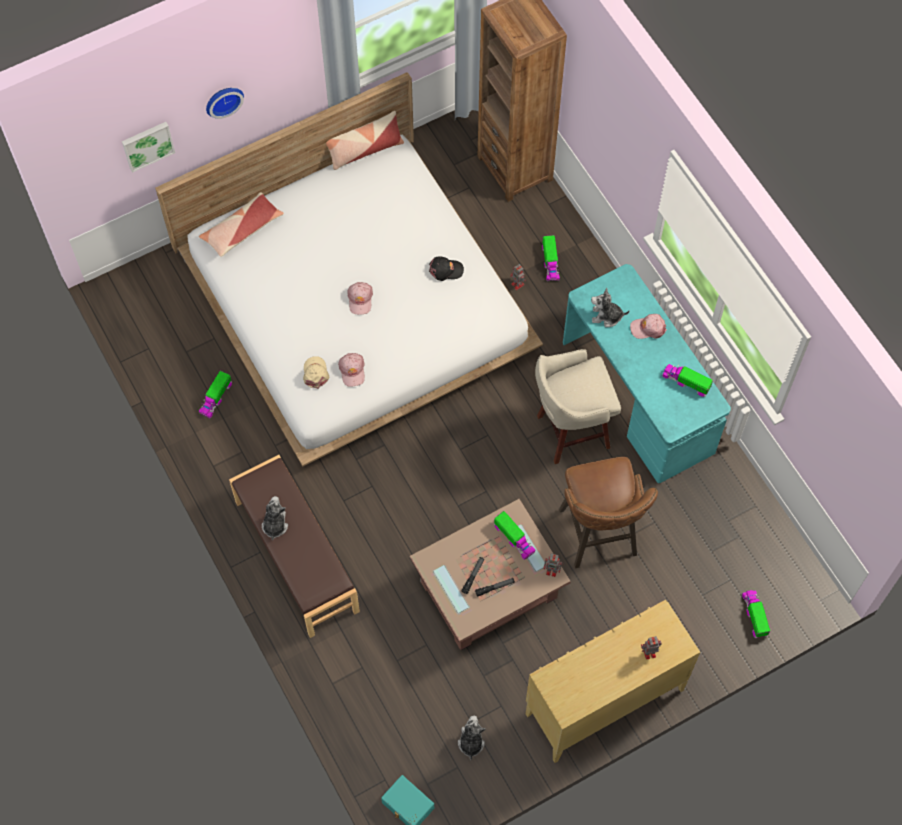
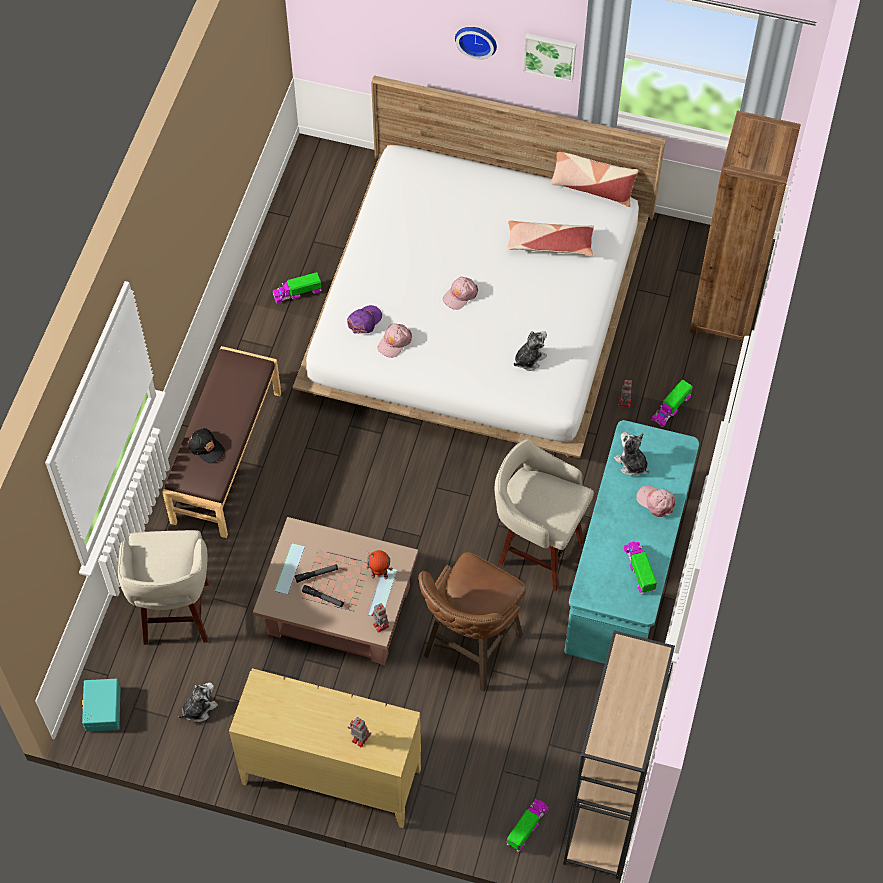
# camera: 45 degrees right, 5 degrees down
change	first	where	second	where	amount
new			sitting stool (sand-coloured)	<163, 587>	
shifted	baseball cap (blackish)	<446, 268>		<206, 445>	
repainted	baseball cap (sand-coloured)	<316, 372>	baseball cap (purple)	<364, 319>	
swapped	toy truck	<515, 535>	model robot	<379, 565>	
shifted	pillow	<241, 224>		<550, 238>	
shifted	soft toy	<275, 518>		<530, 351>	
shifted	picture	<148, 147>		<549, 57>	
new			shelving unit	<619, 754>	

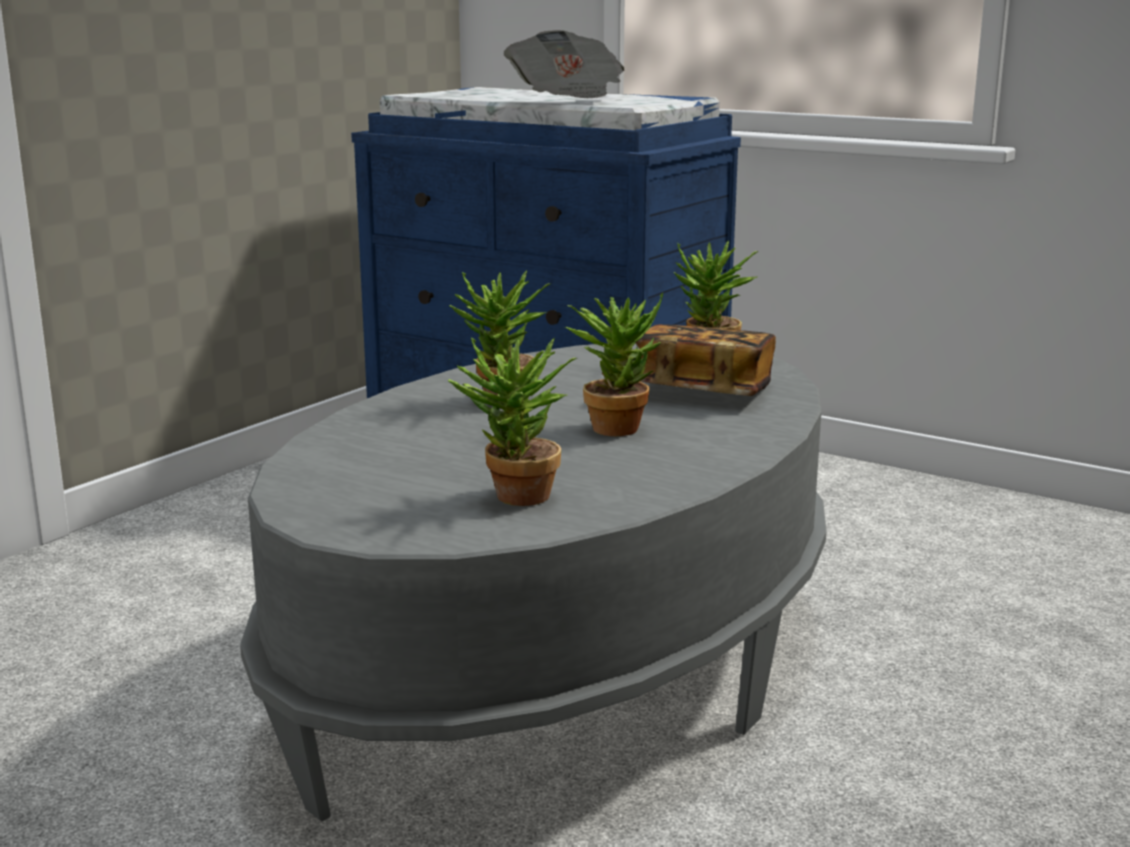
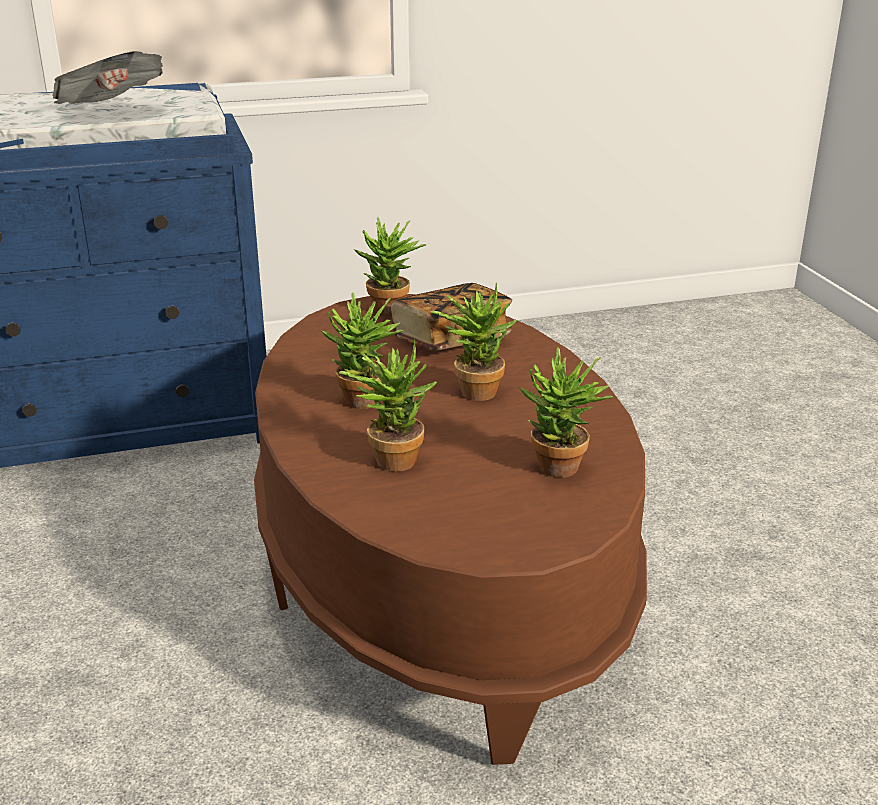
# camera: 50 degrees left, 10 degrees up
change	first	where	second	where	amount
repainted	coffee table (greyish)	<533, 582>	coffee table (brownish)	<450, 529>	
new			potted plant	<388, 405>	

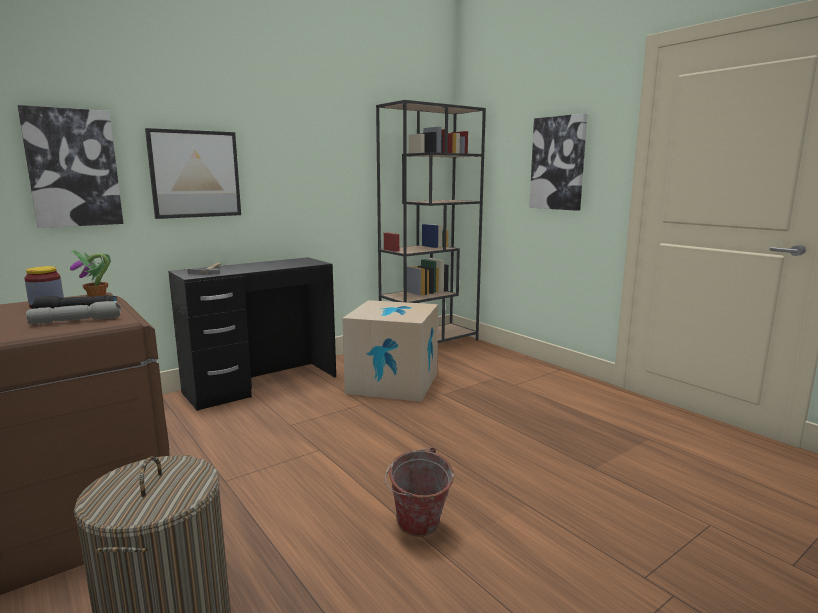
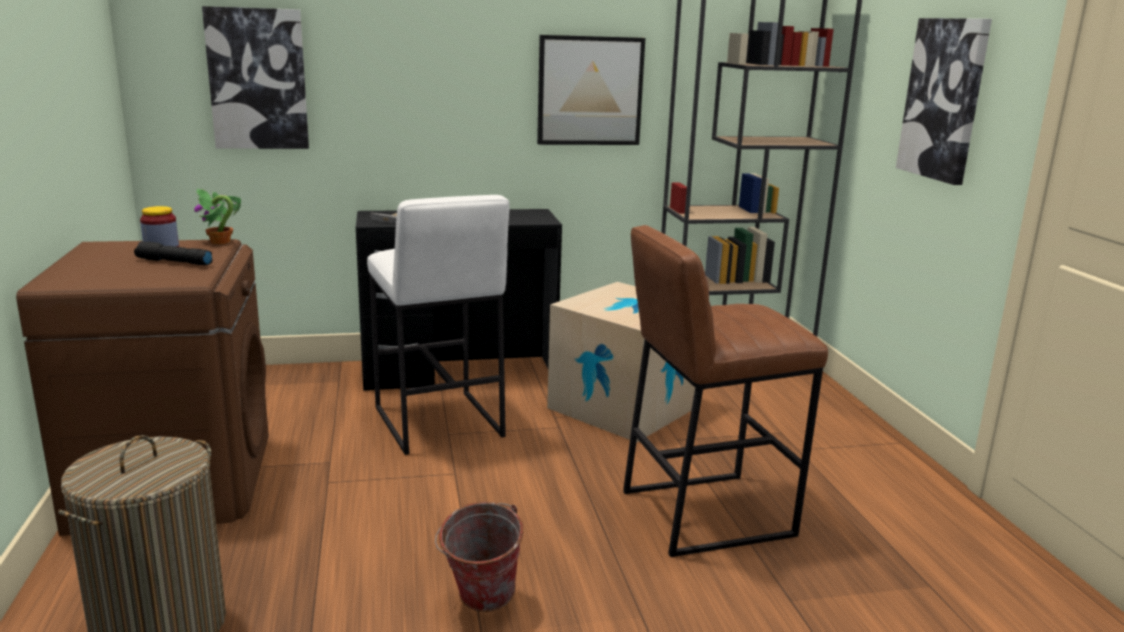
# camera: 25 degrees right, 5 degrees up
change	first	where	second	where	amount
new			sitting stool (white)	<438, 325>	
shifted	picture	<193, 173>		<591, 90>	
new			sitting stool (brownish)	<725, 391>	
gone	flashlight (greyish)	<73, 312>			

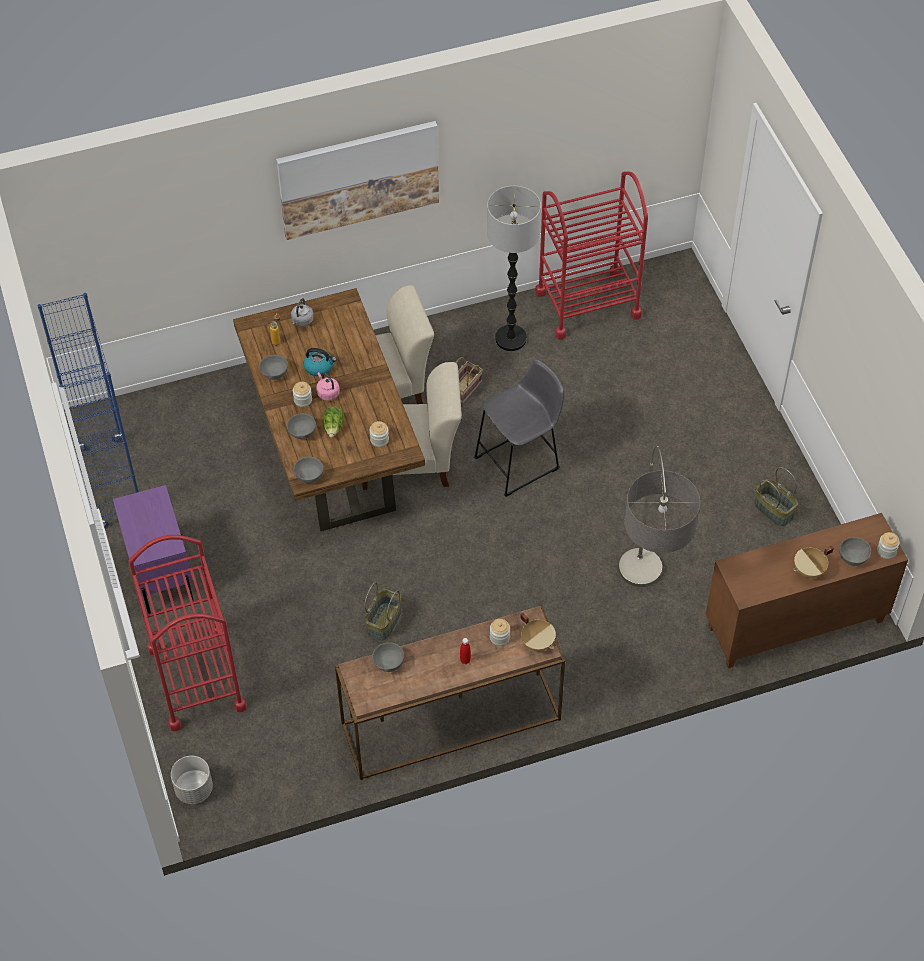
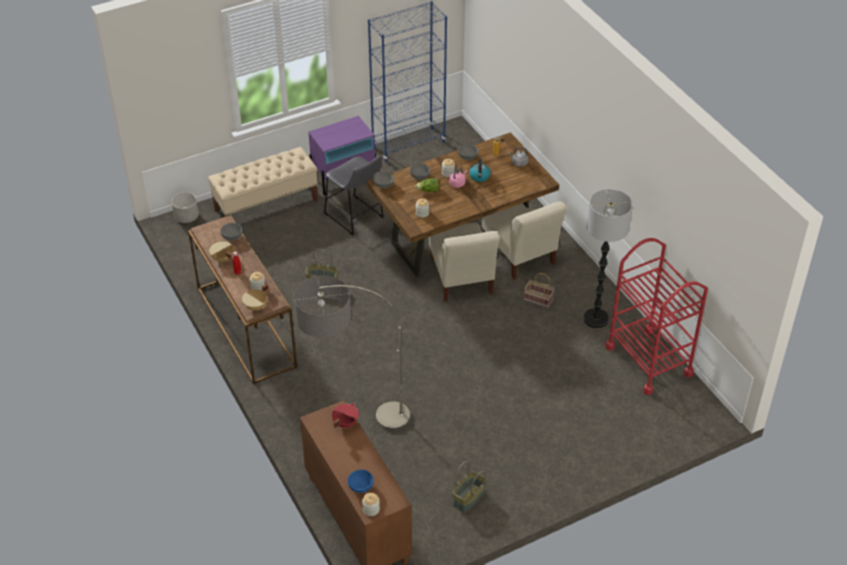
# camera: 80 degrees right, 10 degrees down
change	first	where	second	where	amount
swapped	cart (reddish)	<188, 633>	indoor bench (sand-coloured)	<263, 182>	
shifted	cooking pot (sand-coloured)	<813, 562>		<221, 251>	
shifted	sitting stool (greyish)	<519, 428>		<354, 195>	
new			cooking pot (reddish)	<345, 415>	
repainted	serving bowl (greyish)	<855, 551>	serving bowl (bluish)	<361, 481>	
gone	picture	<357, 180>			

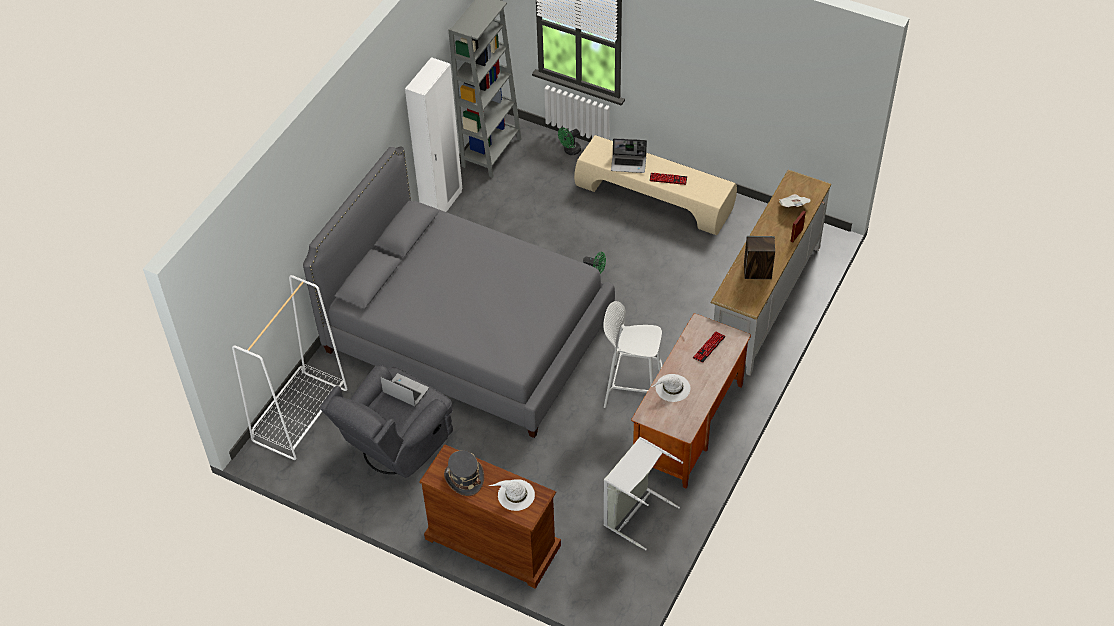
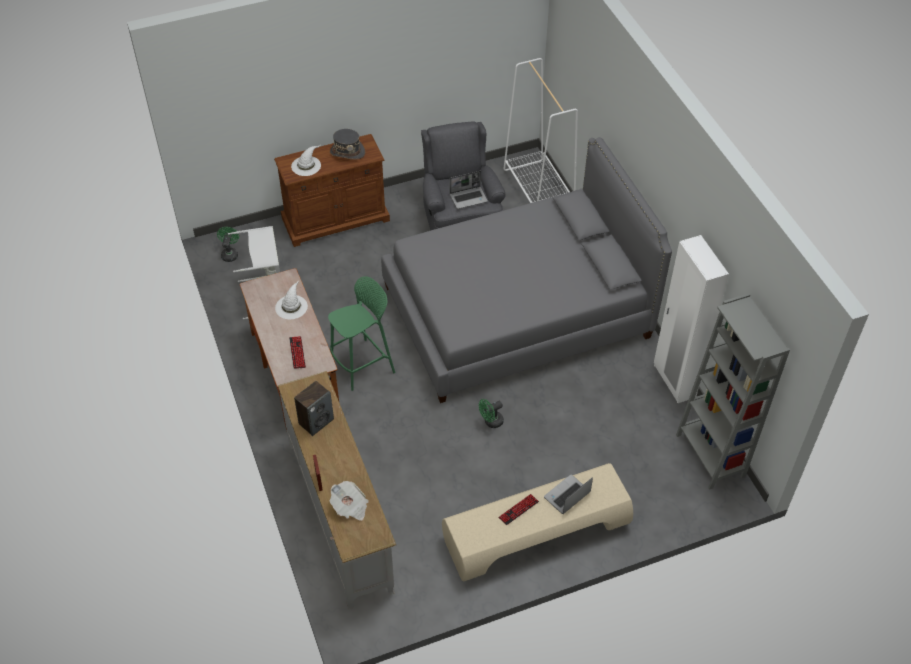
# camera: 130 degrees right, 0 degrees up
change	first	where	second	where	amount
shifted	cooling fan (green)	<569, 141>		<228, 244>	
repainted	sitting stool (white)	<632, 354>	sitting stool (green)	<361, 333>	

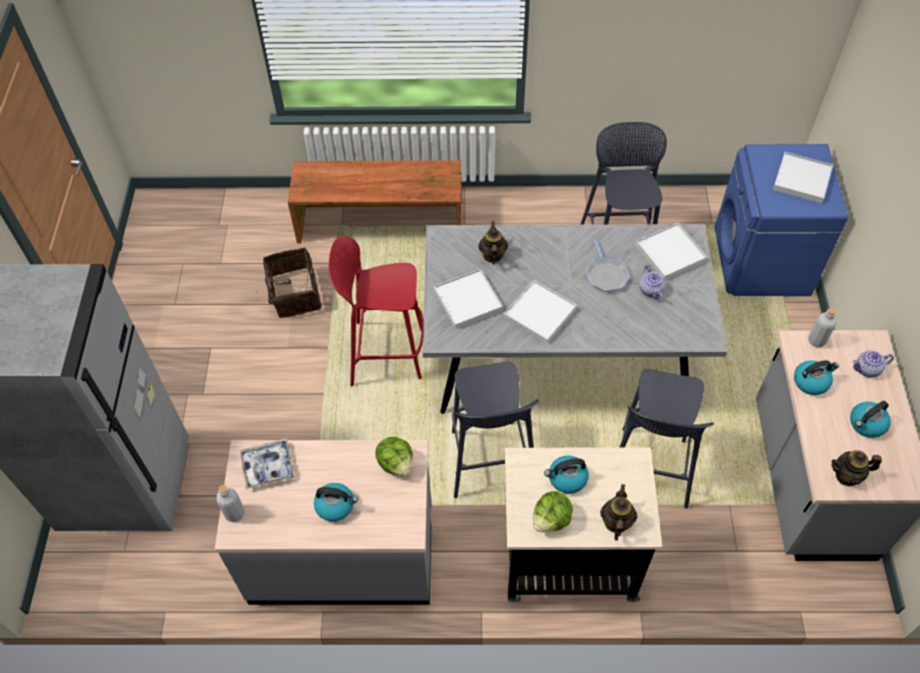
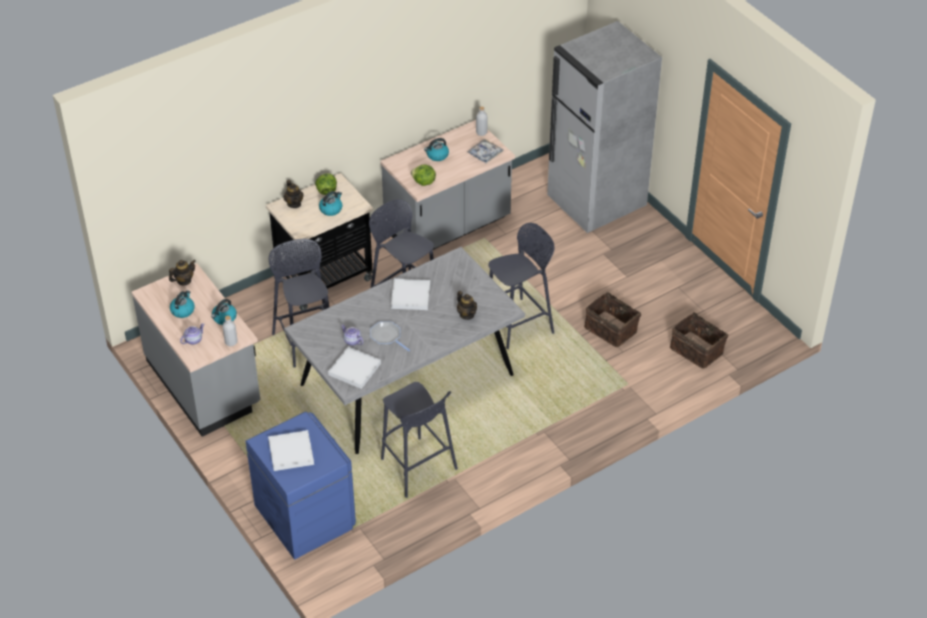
# camera: 145 degrees right, 10 degrees down
change	first	where	second	where	amount
repainted	sitting stool (reddish)	<375, 311>	sitting stool (greyish)	<521, 286>	
new			storage basket	<699, 341>	
gone	indoor bench (brownish)	<375, 201>			
gone	carrying tray (white)	<468, 299>			

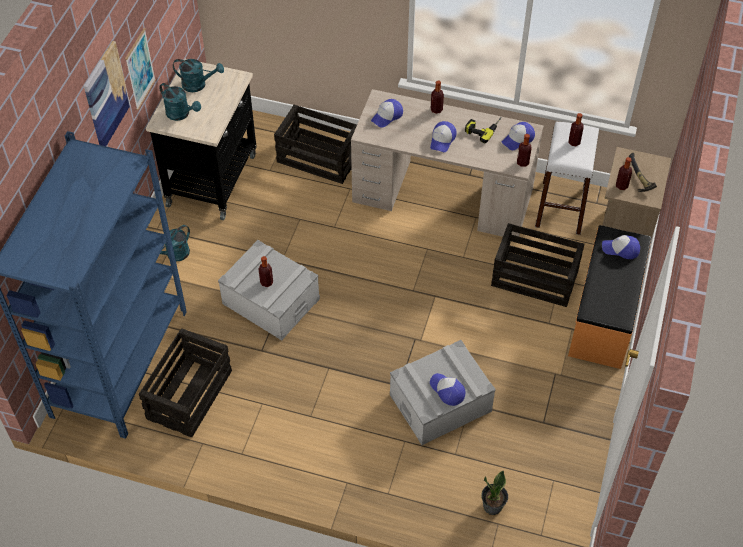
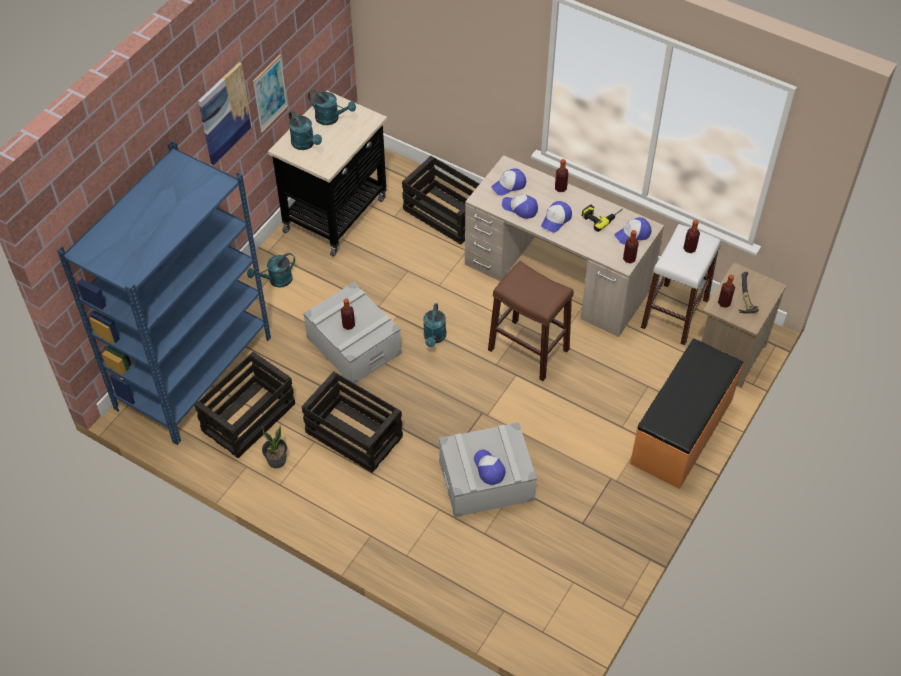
# camera: 15 degrees right, 0 degrees up
change	first	where	second	where	amount
shifted	potted plant	<494, 493>		<274, 446>	
shifted	shipping crate	<538, 265>		<352, 422>	
new			sprinkling can (blue-green)	<434, 325>	
new			sitting stool (brownish)	<531, 321>	
shifted	baseball cap	<621, 247>		<520, 206>	

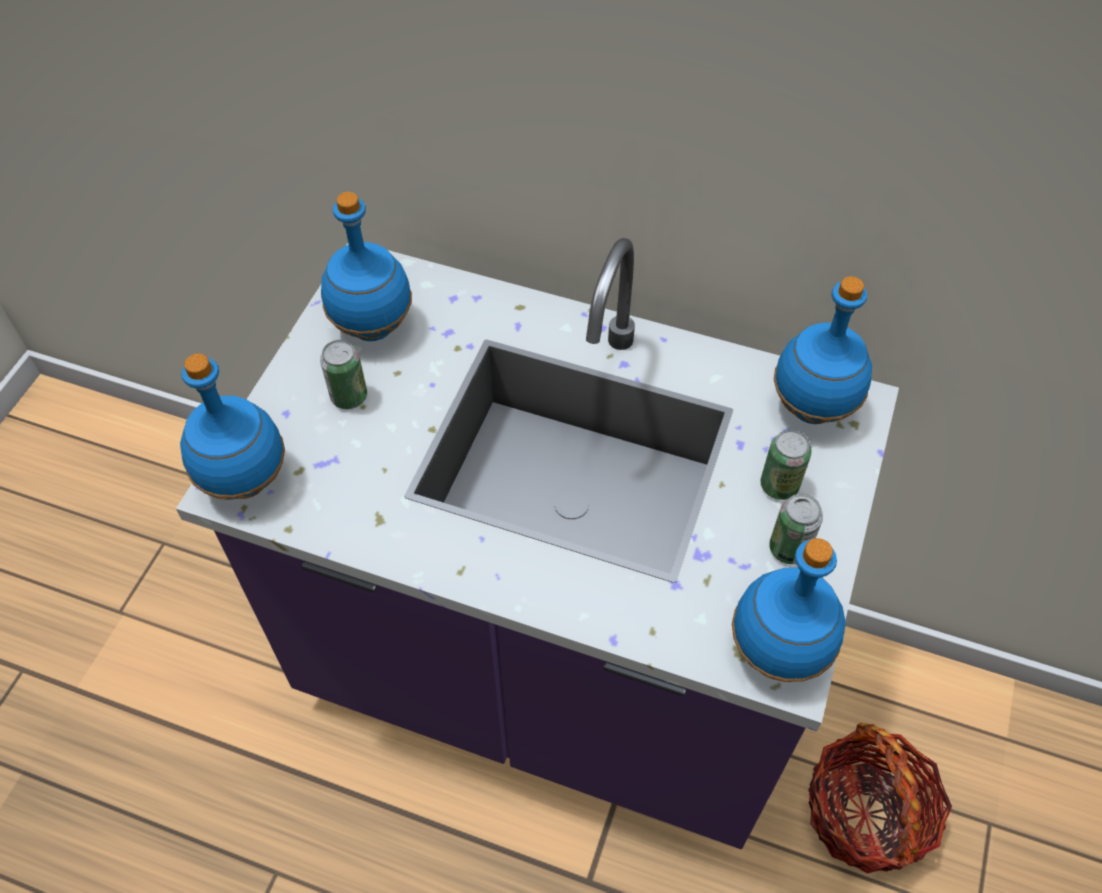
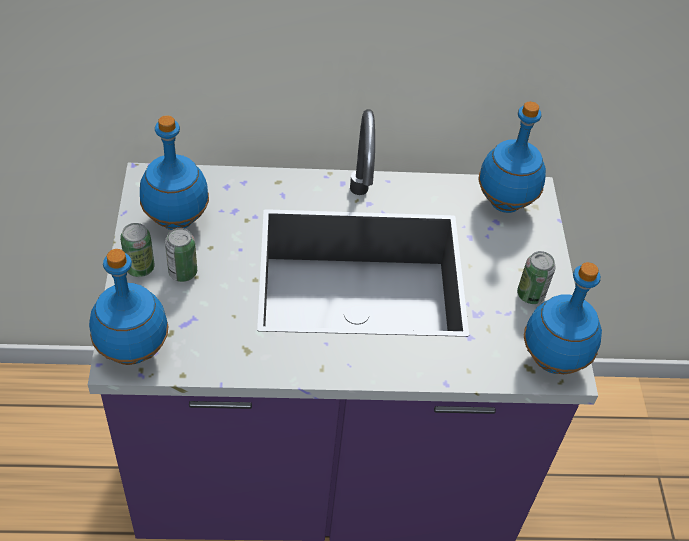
# camera: 25 degrees left, 5 degrees down
change	first	where	second	where	amount
shifted	can	<786, 465>		<137, 250>	
gone	storage basket	<880, 798>			

